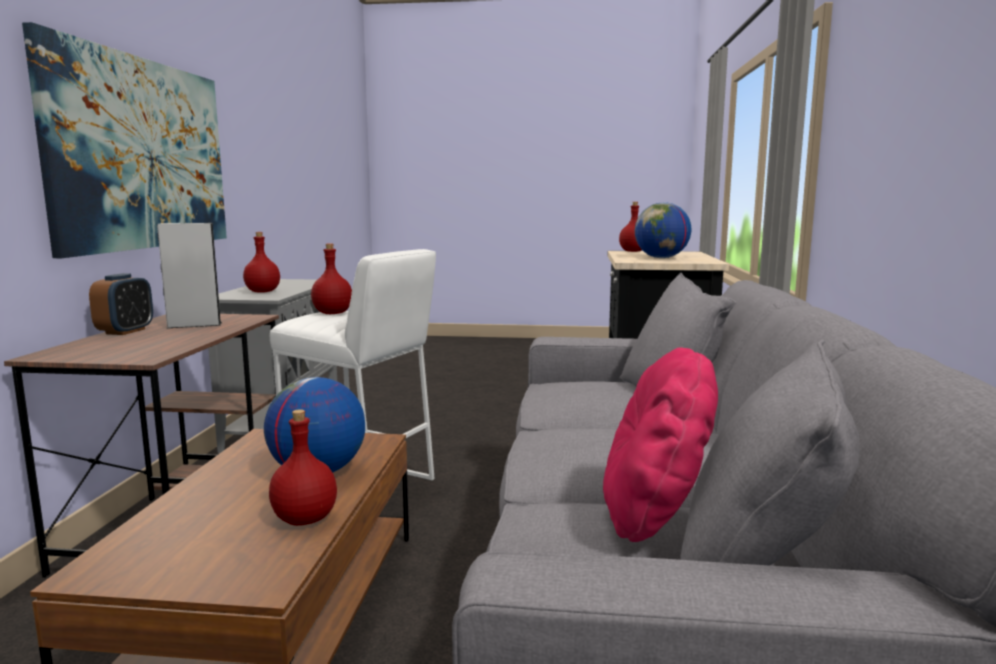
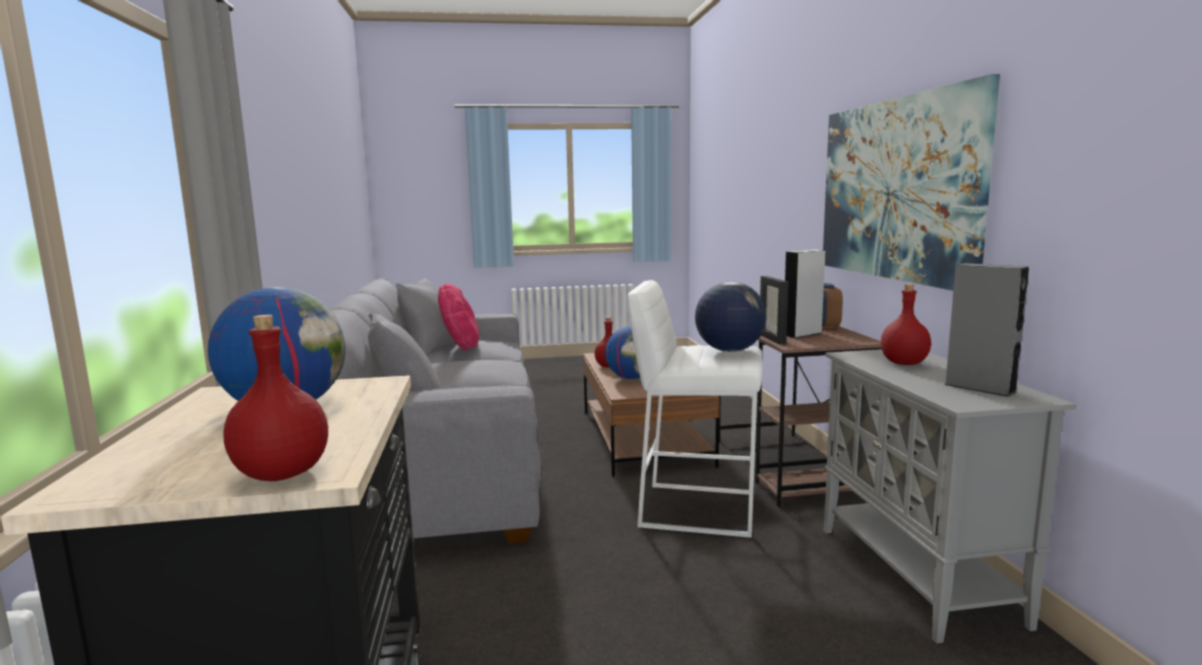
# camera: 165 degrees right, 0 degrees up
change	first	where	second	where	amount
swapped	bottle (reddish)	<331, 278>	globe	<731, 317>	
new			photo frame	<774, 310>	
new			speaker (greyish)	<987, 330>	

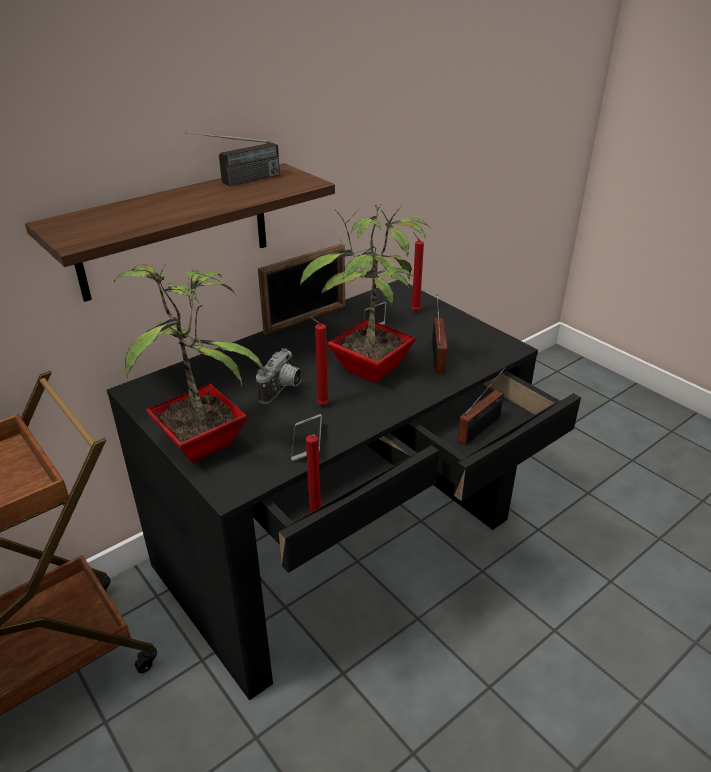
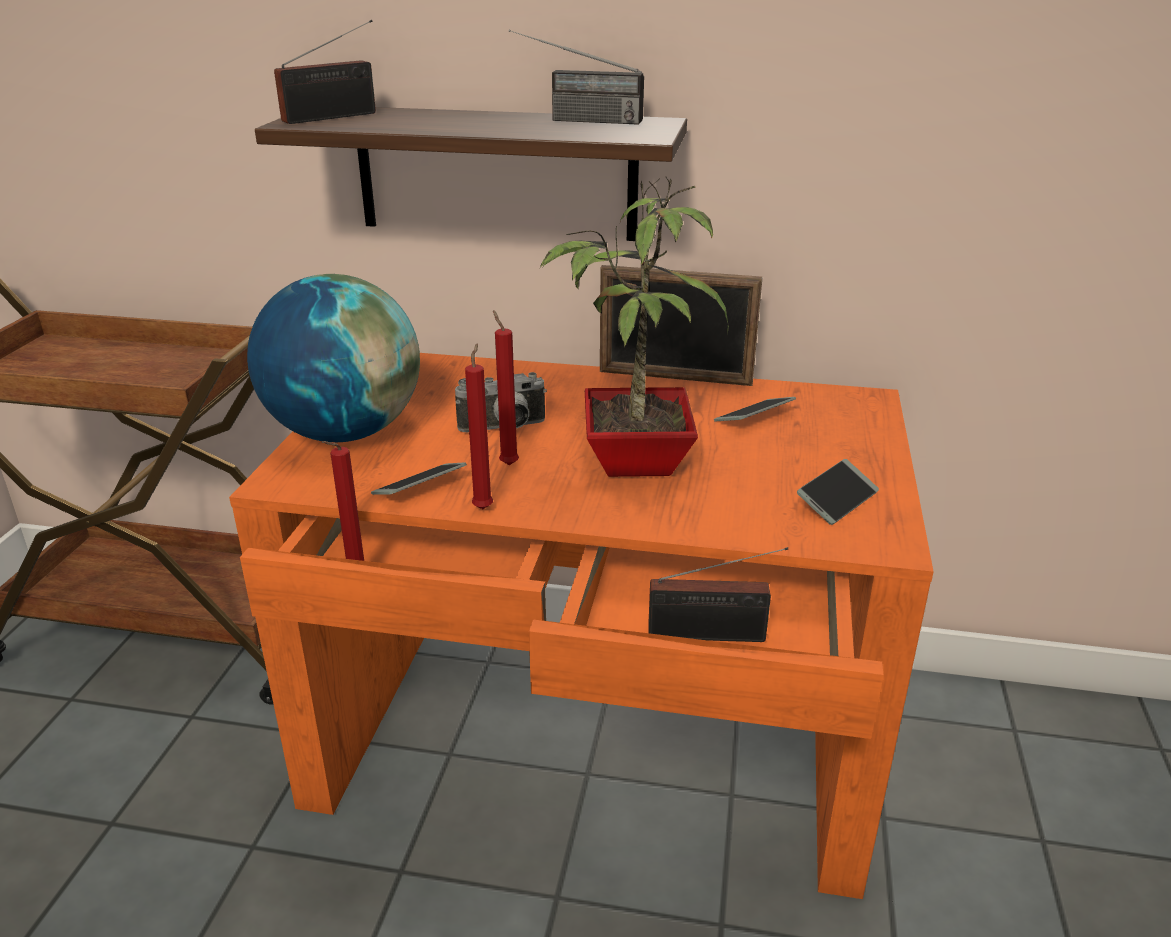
# camera: 50 degrees right, 5 degrees down
change	first	where	second	where	amount
repainted	desk (blackish)	<344, 490>	desk (orangey)	<581, 626>	
swapped	potted plant	<189, 363>	globe	<333, 358>	
shifted	radio	<439, 334>		<325, 72>	
shifted	candle (reddish)	<417, 271>		<479, 426>	
new			telephone	<838, 492>	

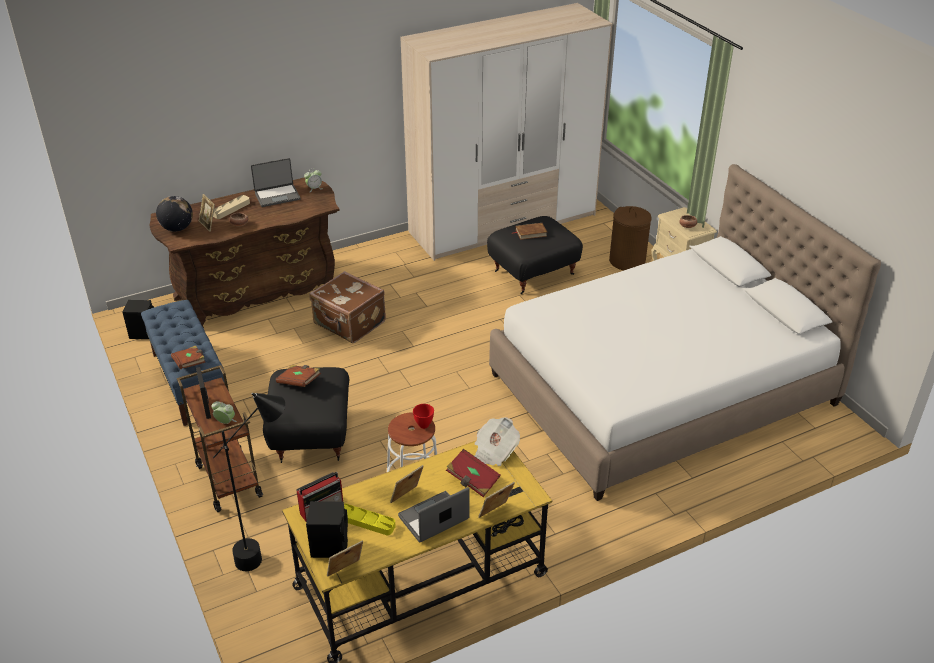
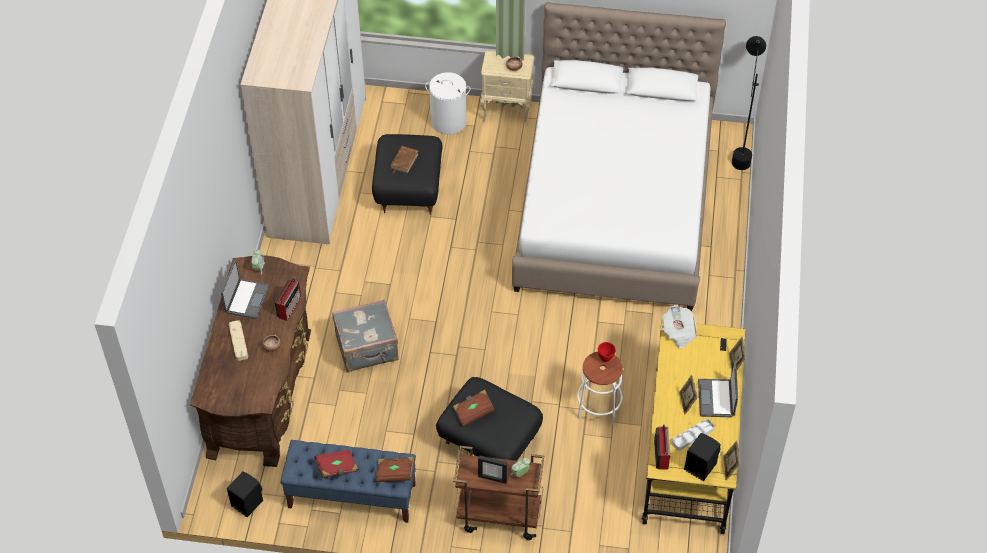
# camera: 55 degrees left, 15 degrees up
change	first	where	second	where	amount
new			radio	<288, 299>	
shifted	bound book (reddish)	<473, 473>		<336, 464>	
repainted	travel case (brownish)	<347, 307>	travel case (greyish)	<365, 336>	
repainted	hamper (brownish)	<630, 238>	hamper (white)	<448, 103>	
repainted	carrying tray (yellow-coloured)	<370, 519>	carrying tray (white)	<693, 435>	
shifted	floor lamp (blackish)	<249, 482>		<749, 103>	
gone	globe	<174, 214>			
gone	photo frame	<207, 213>			

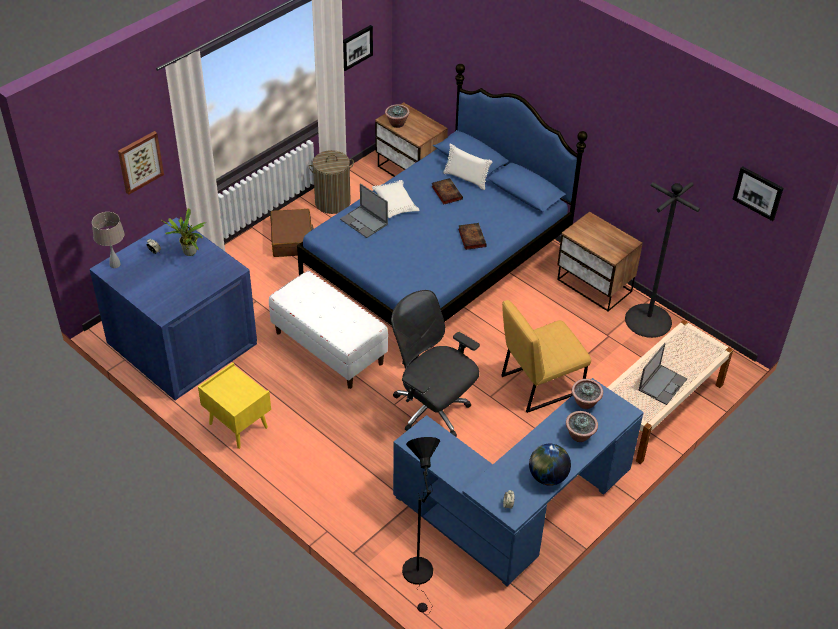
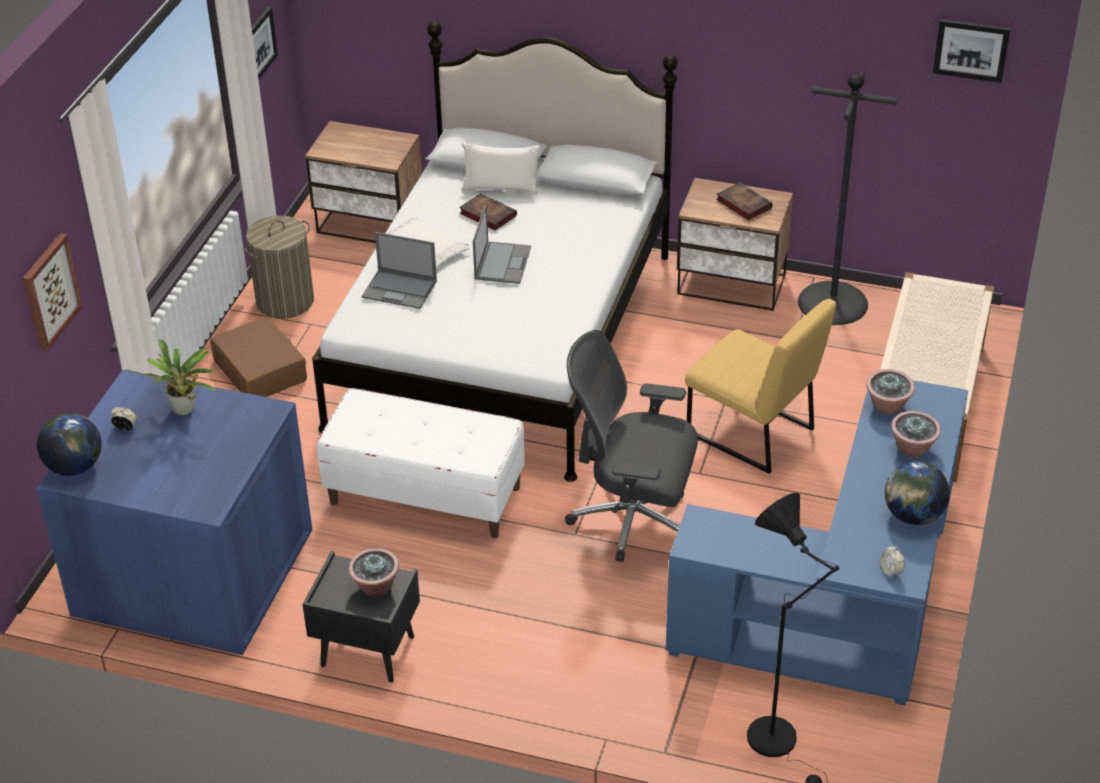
# camera: 25 degrees left, 5 degrees down
change	first	where	second	where	amount
swapped	tabletop lamp (sand-coloured)	<108, 240>	globe	<69, 444>	
repainted	night table (yellow-coloured)	<234, 406>	night table (blackish)	<361, 617>	
repainted	bedroom bed (bluish)	<442, 195>	bedroom bed (white)	<495, 252>	
shifted	potted plant	<397, 116>		<374, 572>	
shifted	laptop	<663, 374>		<502, 244>	
rotated	chair (yellow-coloured)	<546, 356>		<760, 386>	90 degrees counterclockwise
shifted	bound book	<472, 236>		<744, 201>	

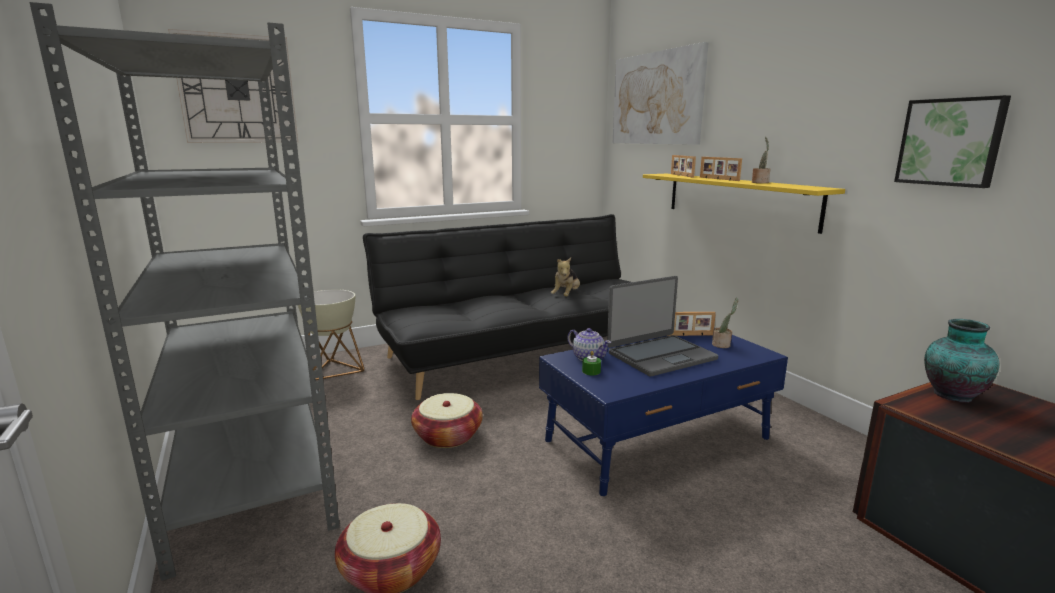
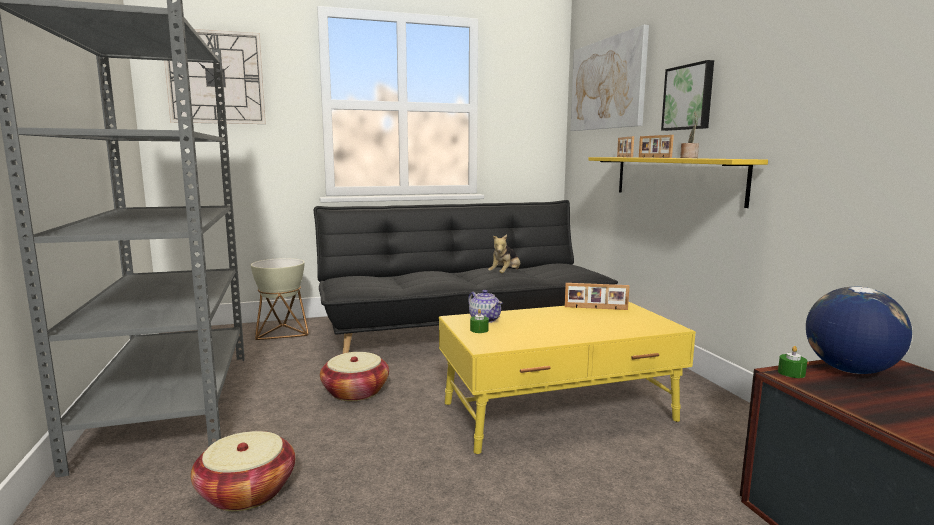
# camera: 10 degrees right, 5 degrees down
change	first	where	second	where	amount
repainted	coffee table (bluish)	<663, 415>	coffee table (yellow-coloured)	<567, 378>	
shifted	picture	<952, 141>		<687, 95>	
new			candle (green)	<792, 362>	
swapped	decorative vase	<961, 361>	globe	<859, 330>	
gone	laptop	<662, 326>			
gone	potted plant	<725, 323>			

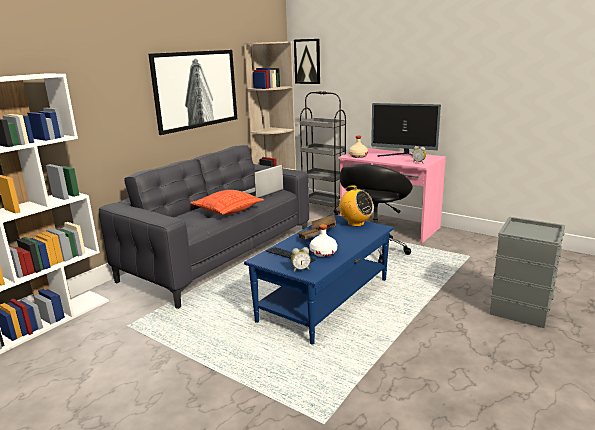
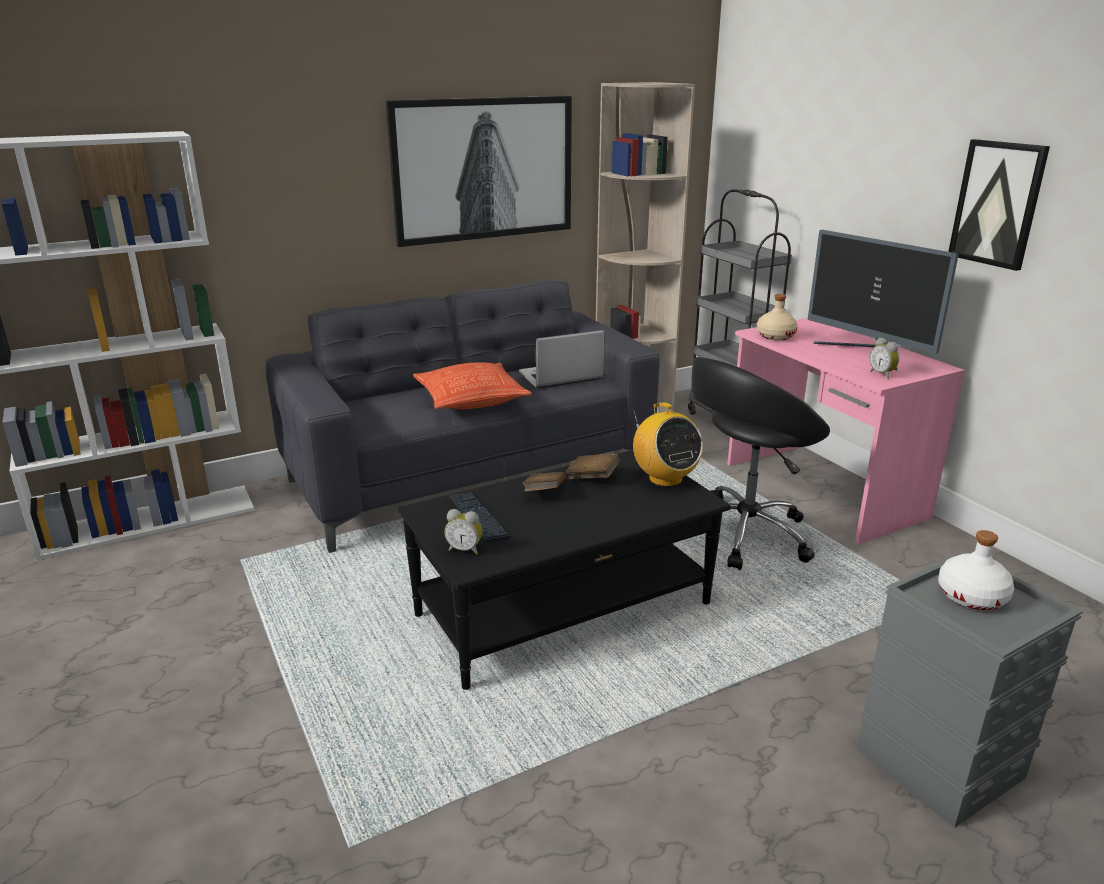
# camera: 25 degrees right, 5 degrees up
change	first	where	second	where	amount
repainted	coffee table (bluish)	<319, 279>	coffee table (blackish)	<564, 570>	
shifted	bottle (white)	<323, 240>		<976, 570>	
shifted	picture	<307, 61>		<999, 205>	

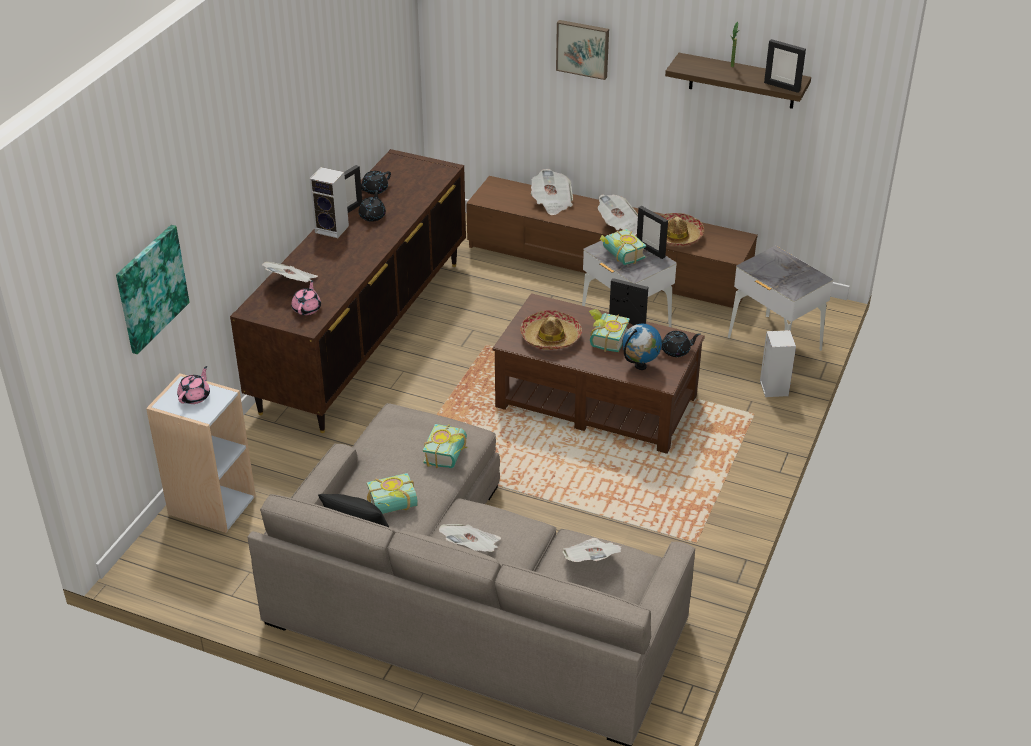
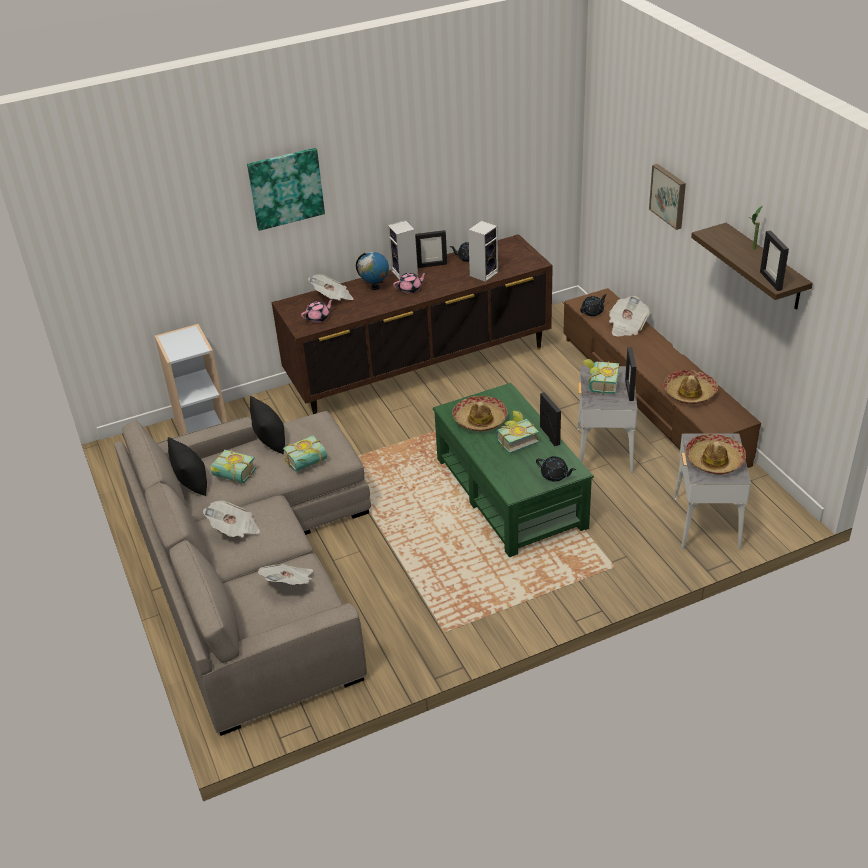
# camera: 45 degrees right, 0 degrees up
change	first	where	second	where	amount
shifted	picture	<153, 289>		<286, 189>	
new			pillow (blackish)	<267, 425>	
shifted	globe	<642, 347>		<372, 271>	
shifted	teapot (pink)	<193, 385>		<410, 283>	
repainted	coffee table (brownish)	<598, 373>	coffee table (green)	<513, 470>	
shifted	speaker	<778, 363>		<483, 251>	
shifted	teapot (blackish)	<372, 205>		<593, 305>	
new			clothing hat	<715, 454>	
gone	newspaper	<618, 215>			

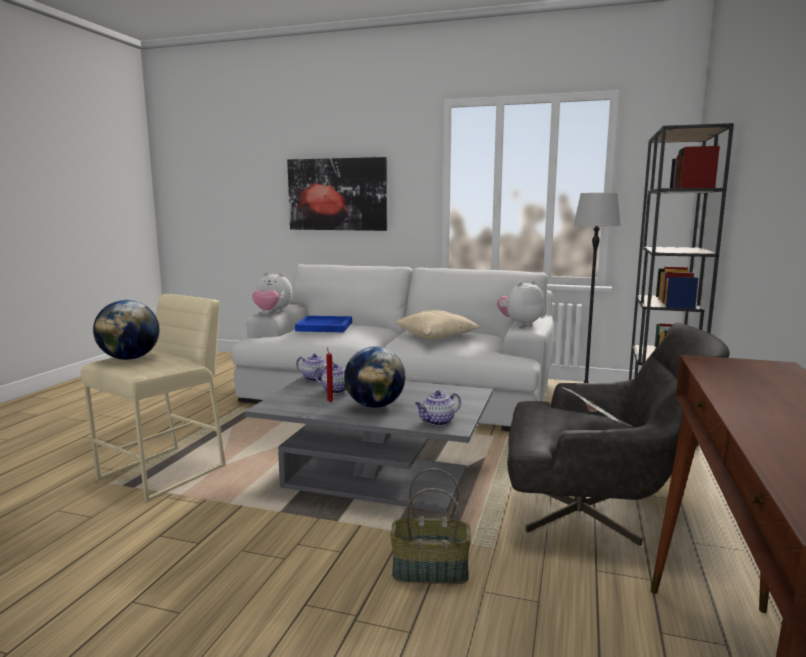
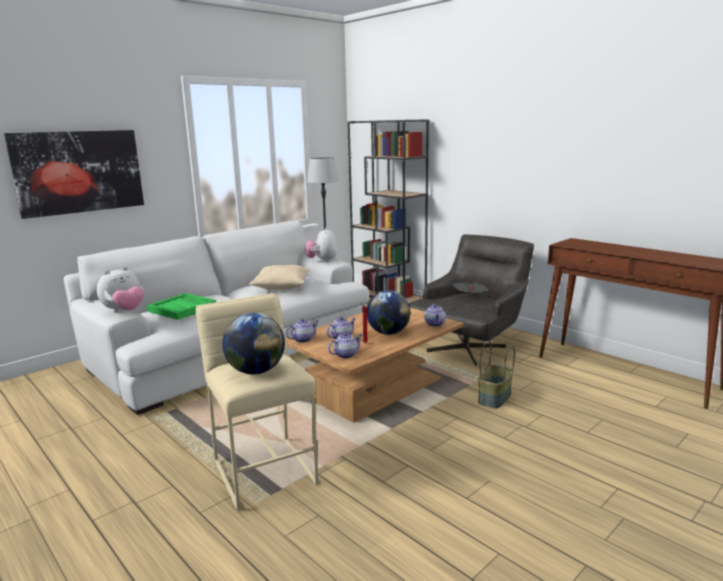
# camera: 60 degrees left, 5 degrees up
change	first	where	second	where	amount
repainted	carrying tray (bluish)	<323, 324>	carrying tray (green)	<181, 306>	
repainted	coffee table (greyish)	<369, 444>	coffee table (brownish)	<375, 365>	
new			teapot	<345, 345>	

